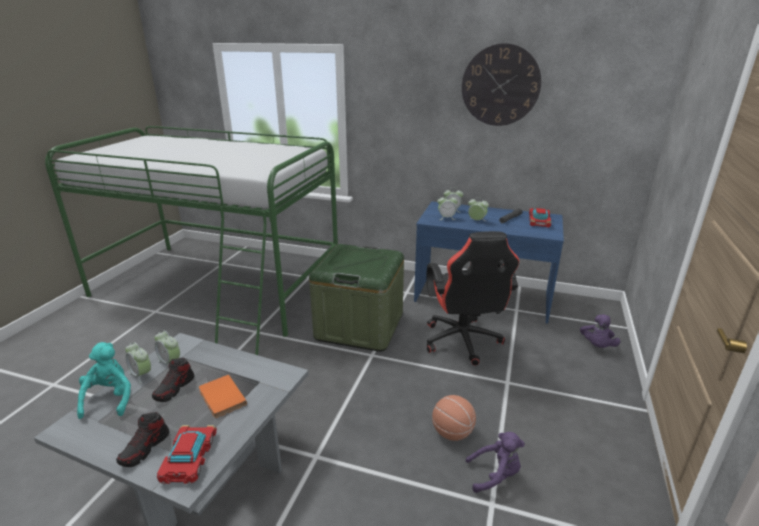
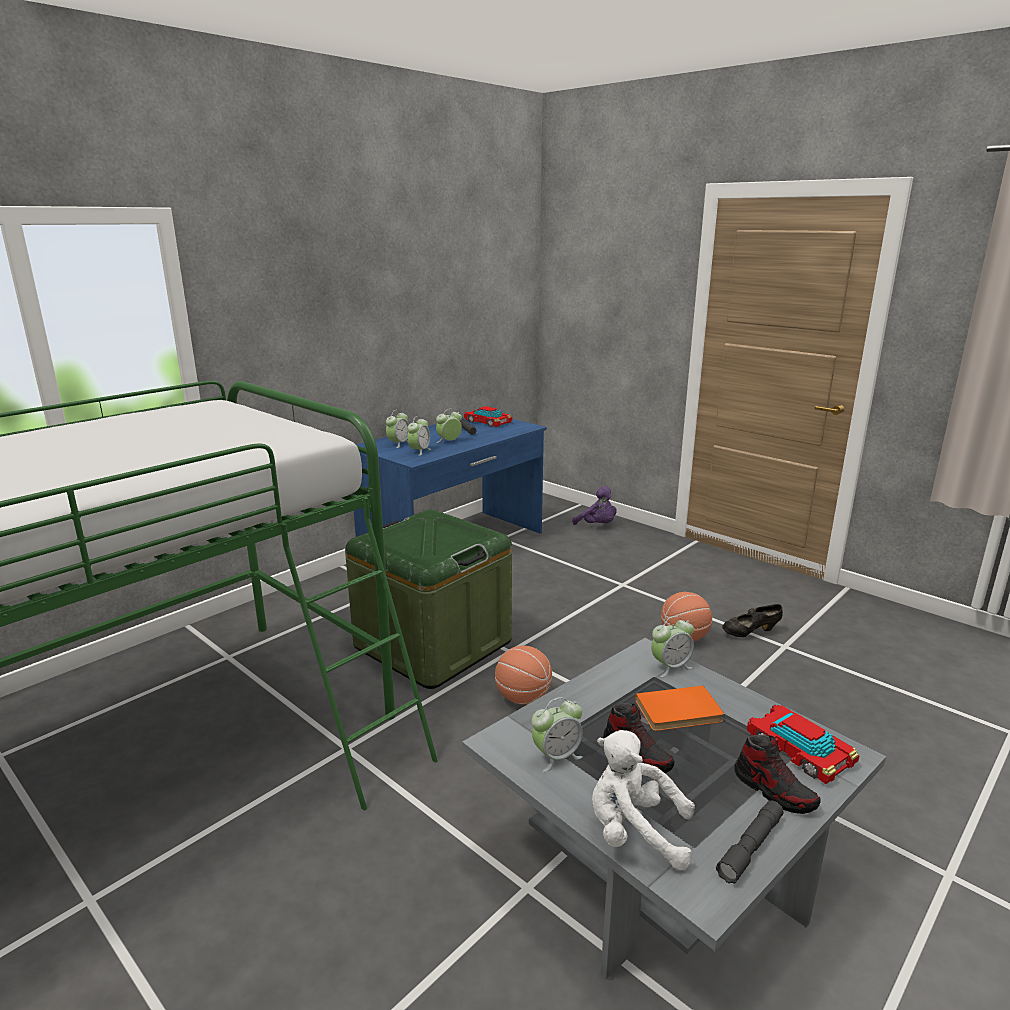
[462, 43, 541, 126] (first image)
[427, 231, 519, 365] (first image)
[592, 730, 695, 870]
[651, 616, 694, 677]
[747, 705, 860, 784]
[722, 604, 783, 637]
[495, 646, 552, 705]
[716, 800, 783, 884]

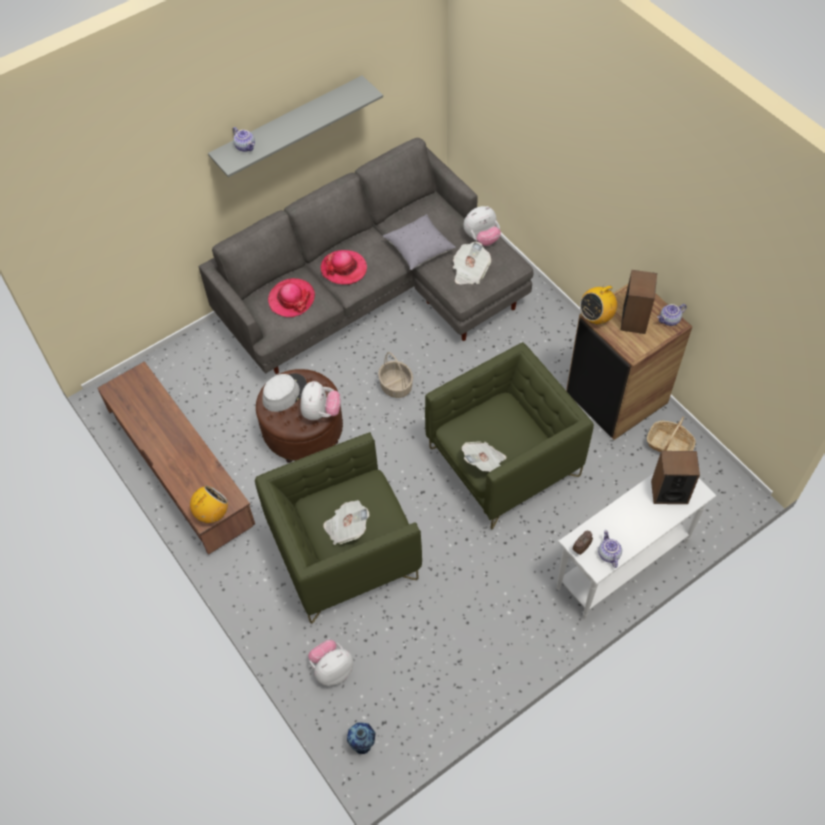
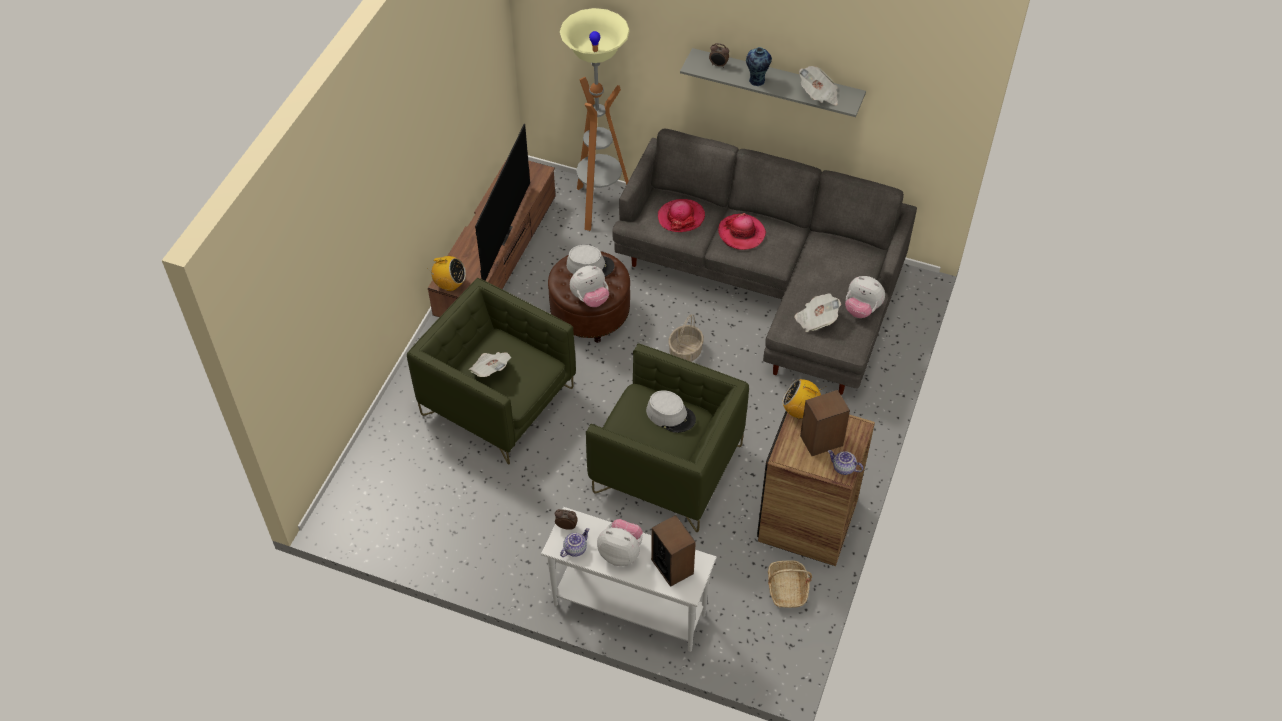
[709, 43, 729, 68]
[383, 214, 456, 270] (first image)
[799, 66, 838, 105]
[597, 519, 643, 566]
[746, 47, 772, 86]
[560, 8, 630, 231]
[475, 124, 530, 281]
[646, 390, 696, 433]

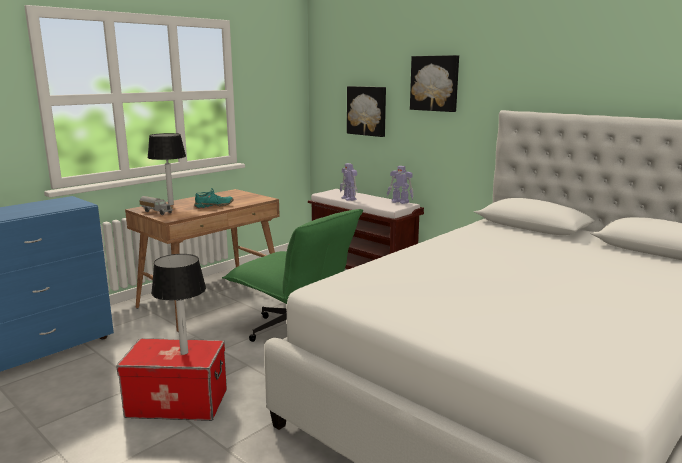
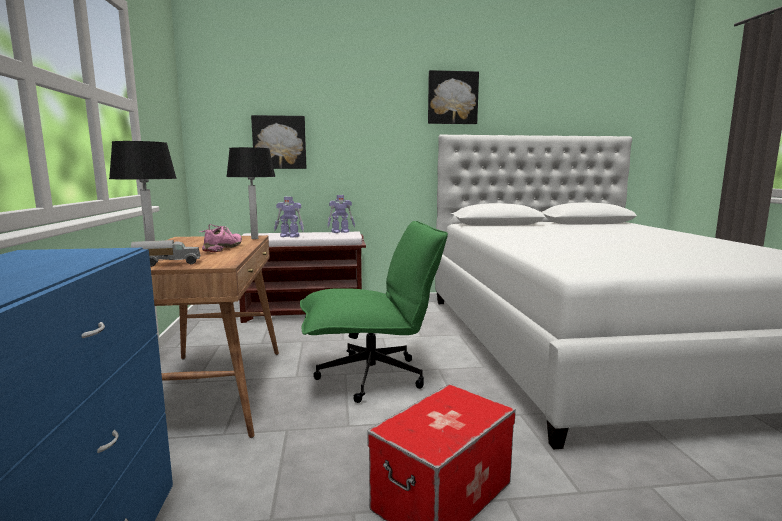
[428, 70, 479, 124]
[200, 224, 242, 252]
[226, 147, 276, 239]

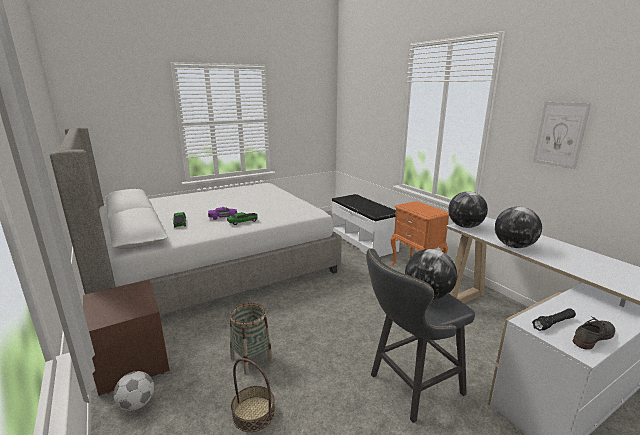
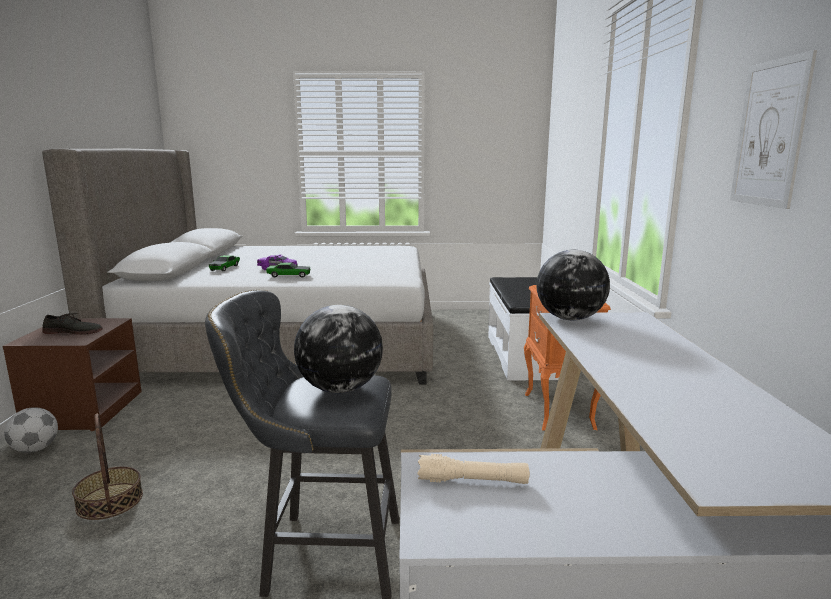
[495, 207, 542, 248] (first image)
[230, 303, 273, 374] (first image)
[417, 454, 530, 484]
[42, 313, 103, 335]

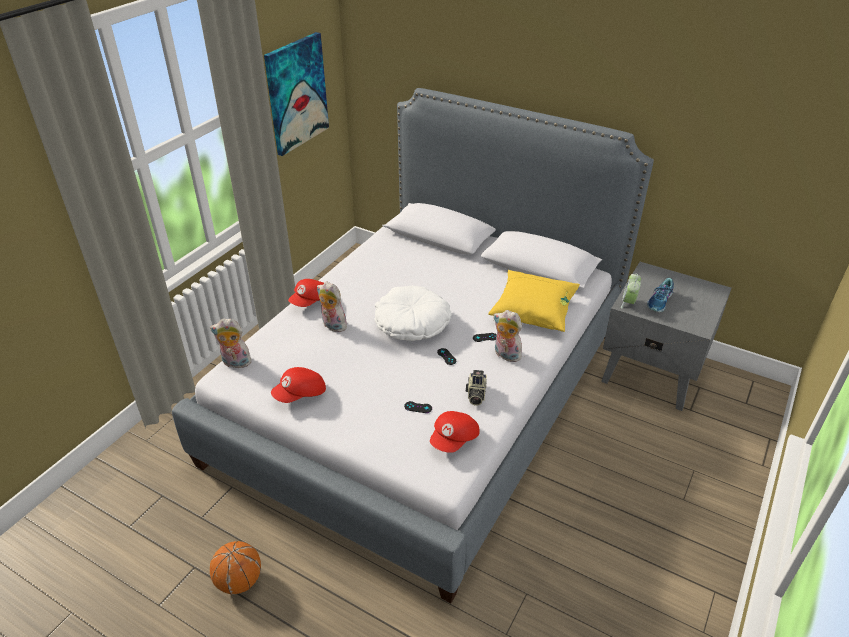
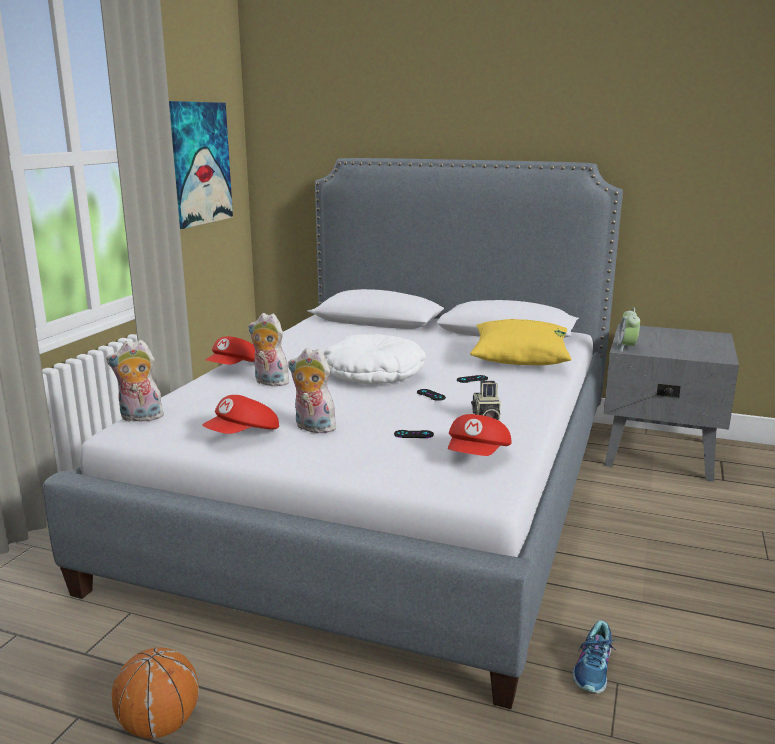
[573, 620, 616, 693]
[288, 348, 338, 433]

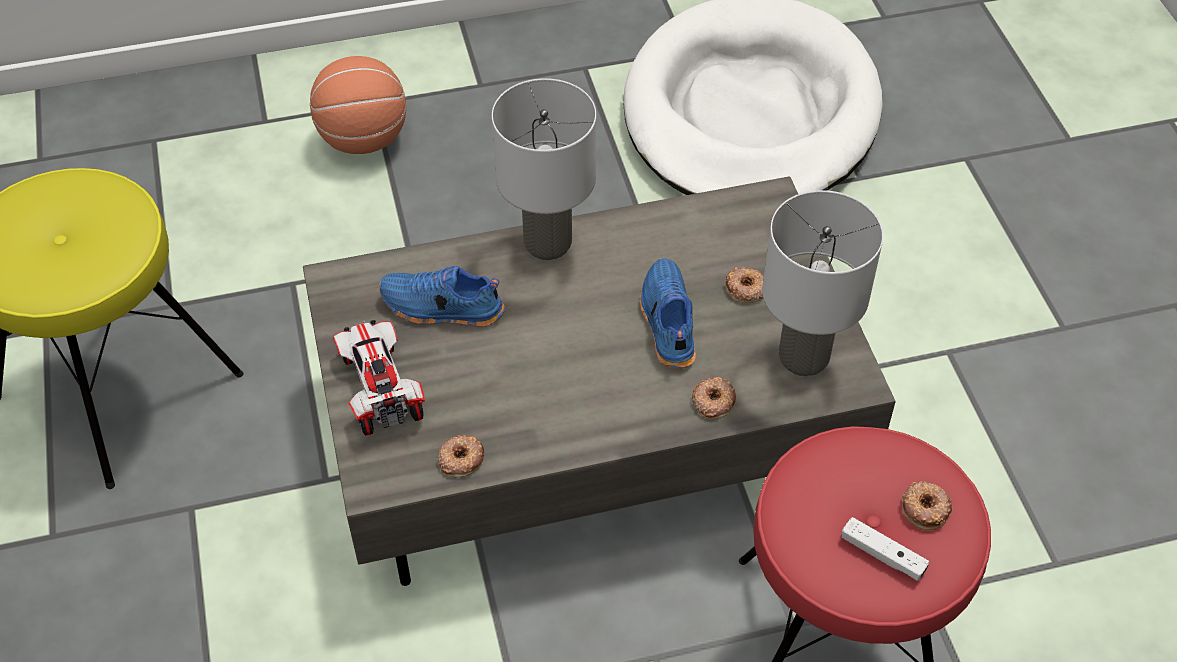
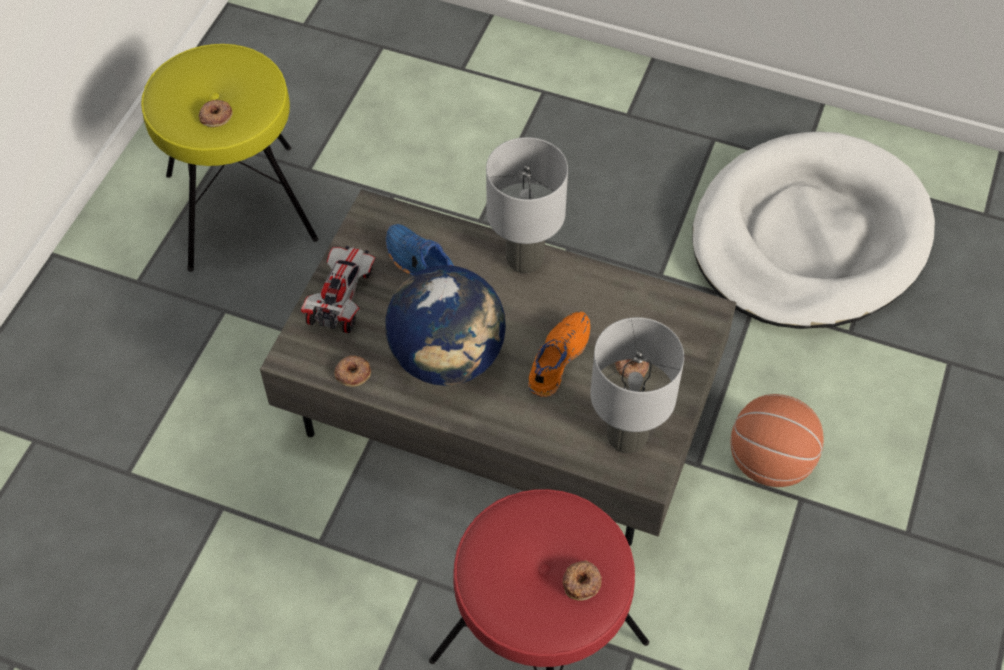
[730, 394, 824, 487]
[528, 311, 590, 397]
[199, 100, 233, 127]
[841, 517, 929, 581] (first image)
[385, 265, 506, 386]

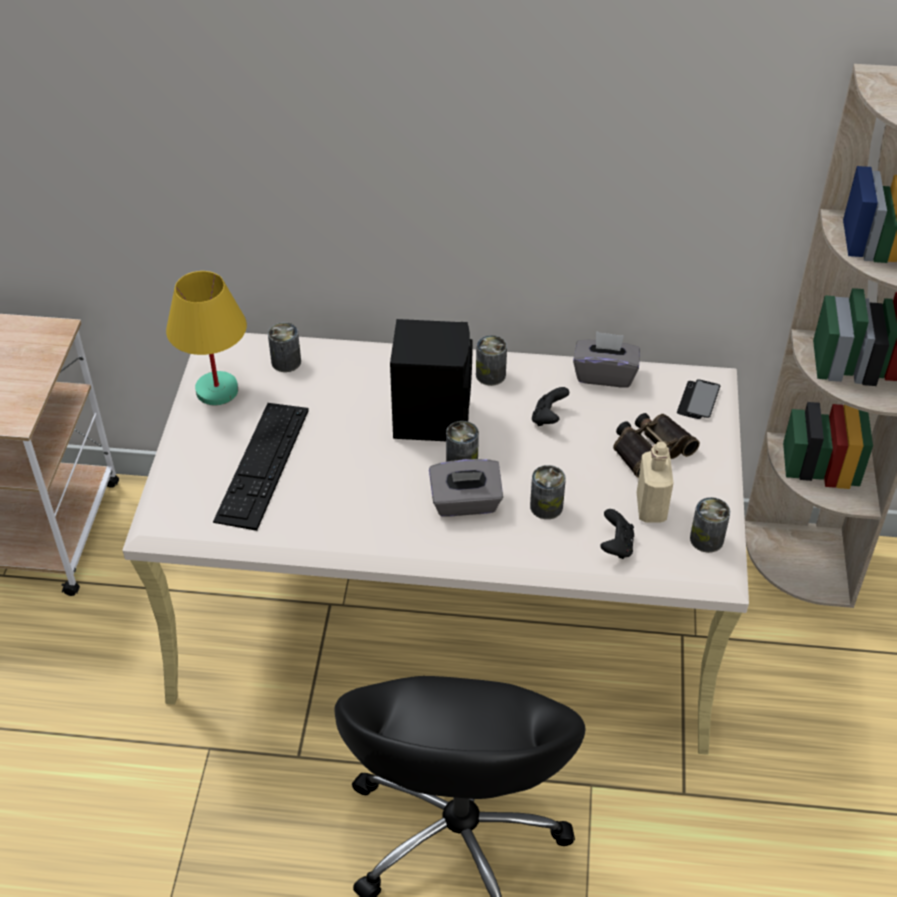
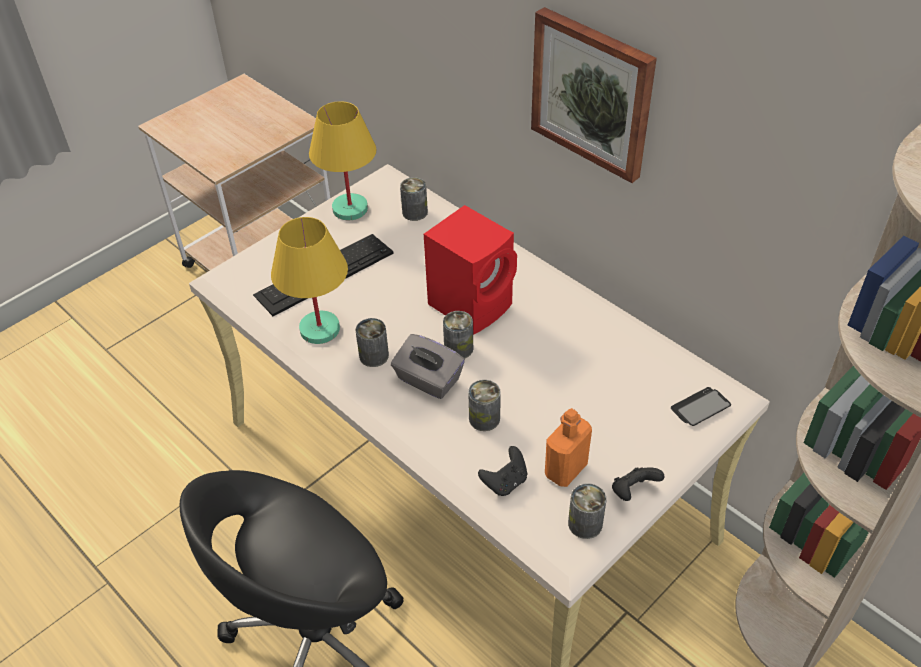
[424, 205, 517, 334]
[573, 331, 640, 388] (first image)
[356, 318, 389, 367]
[612, 467, 665, 501]
[613, 413, 700, 478] (first image)
[545, 408, 592, 487]
[531, 7, 657, 183]
[271, 217, 348, 344]

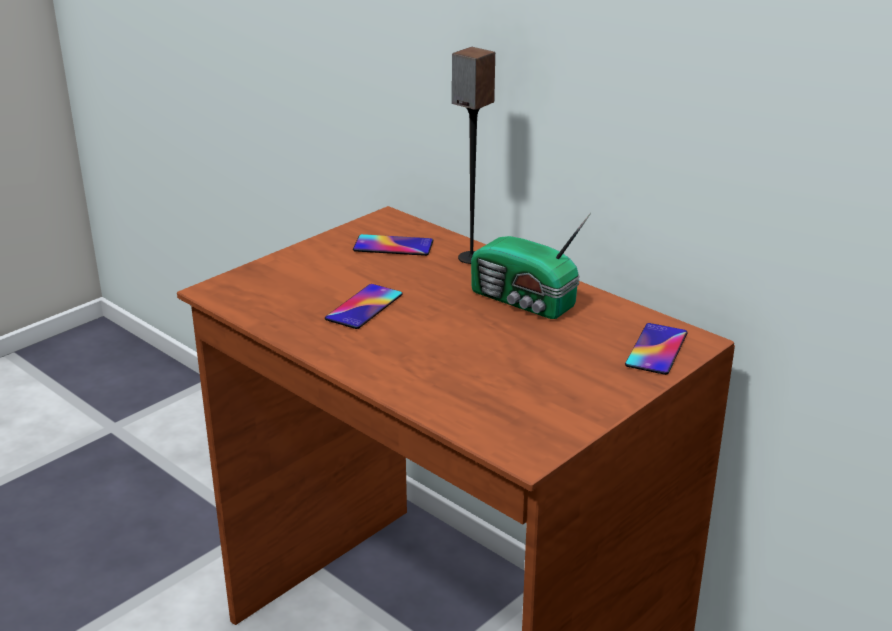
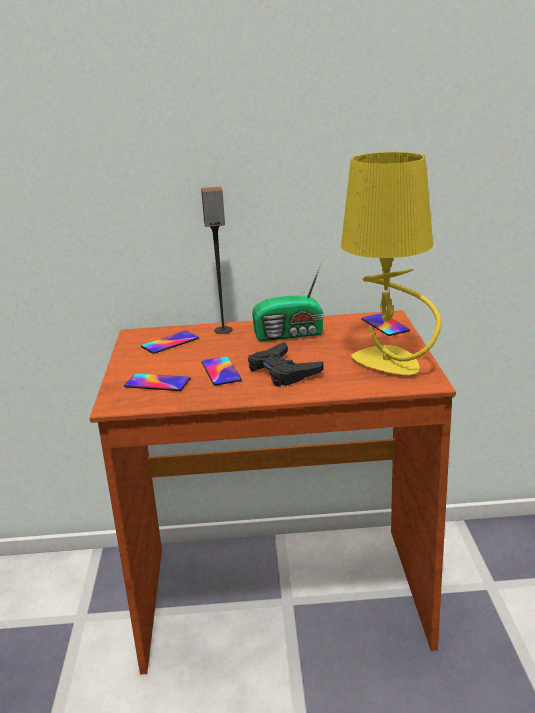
[341, 152, 441, 375]
[248, 342, 323, 387]
[124, 373, 191, 391]

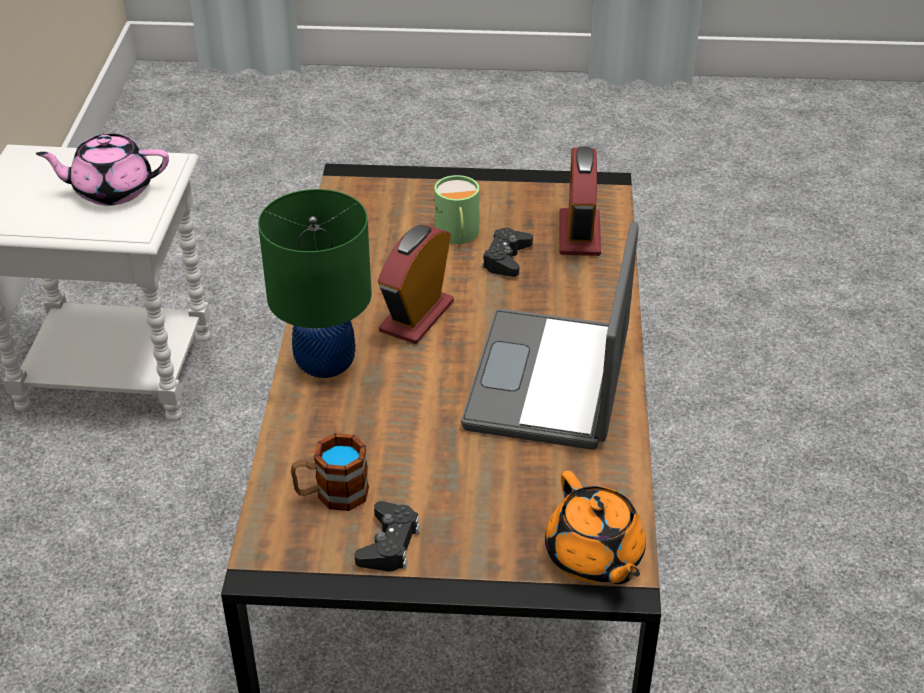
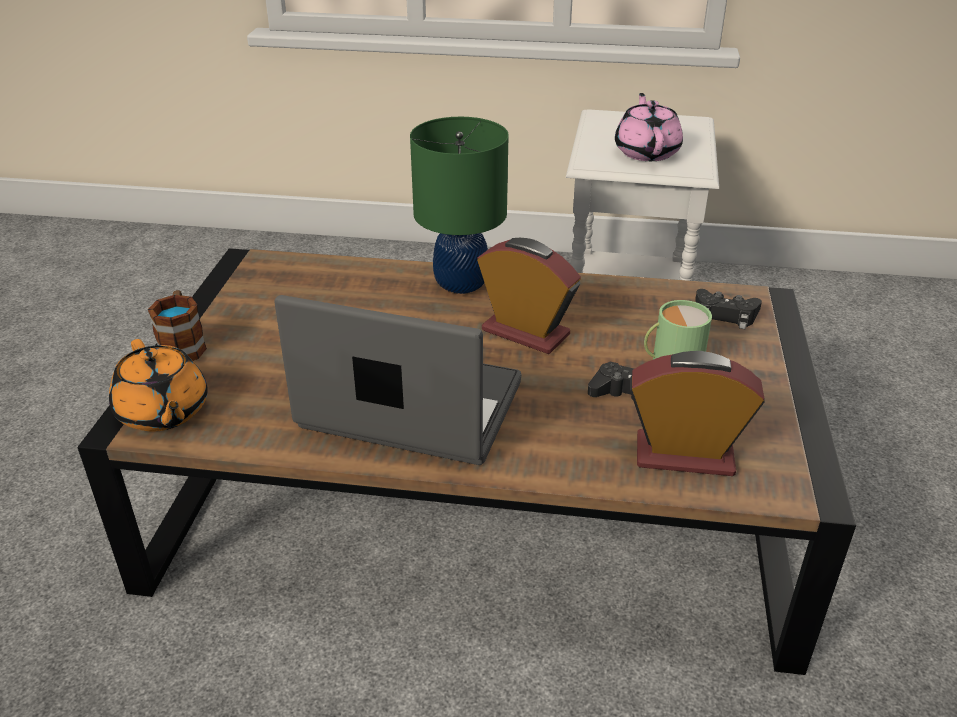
[148, 290, 207, 361]
[109, 339, 208, 432]
[696, 289, 762, 329]

